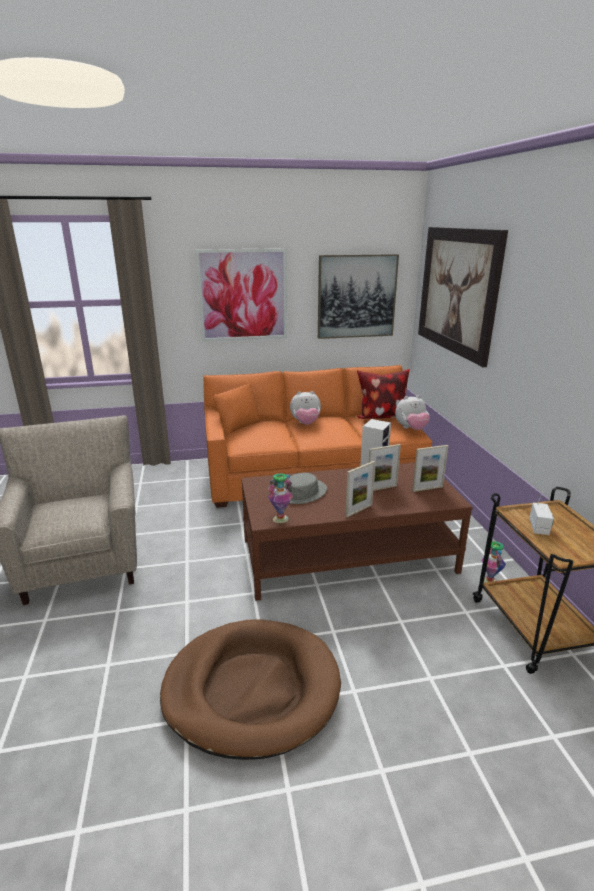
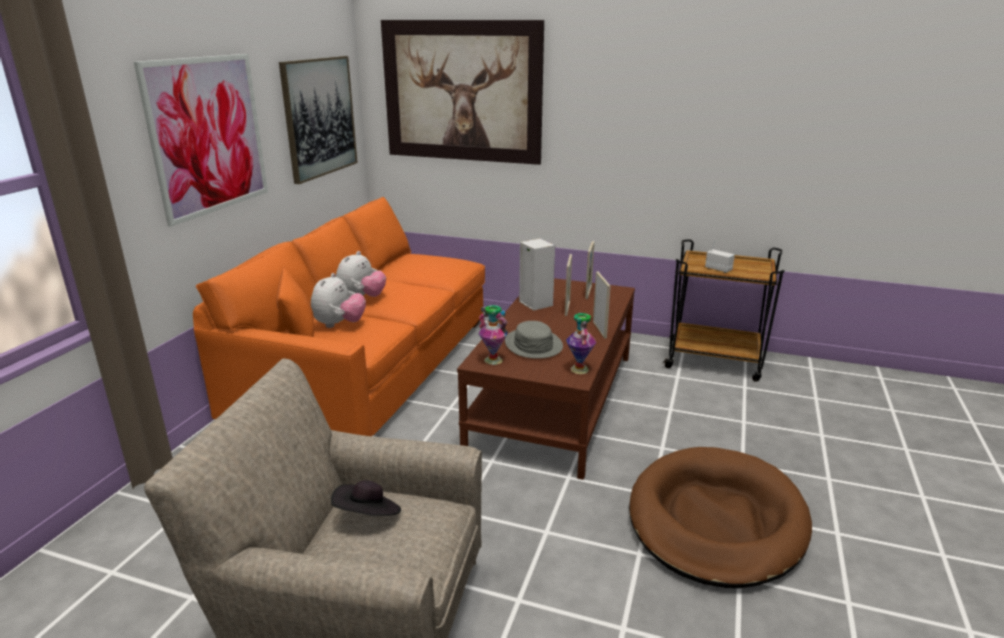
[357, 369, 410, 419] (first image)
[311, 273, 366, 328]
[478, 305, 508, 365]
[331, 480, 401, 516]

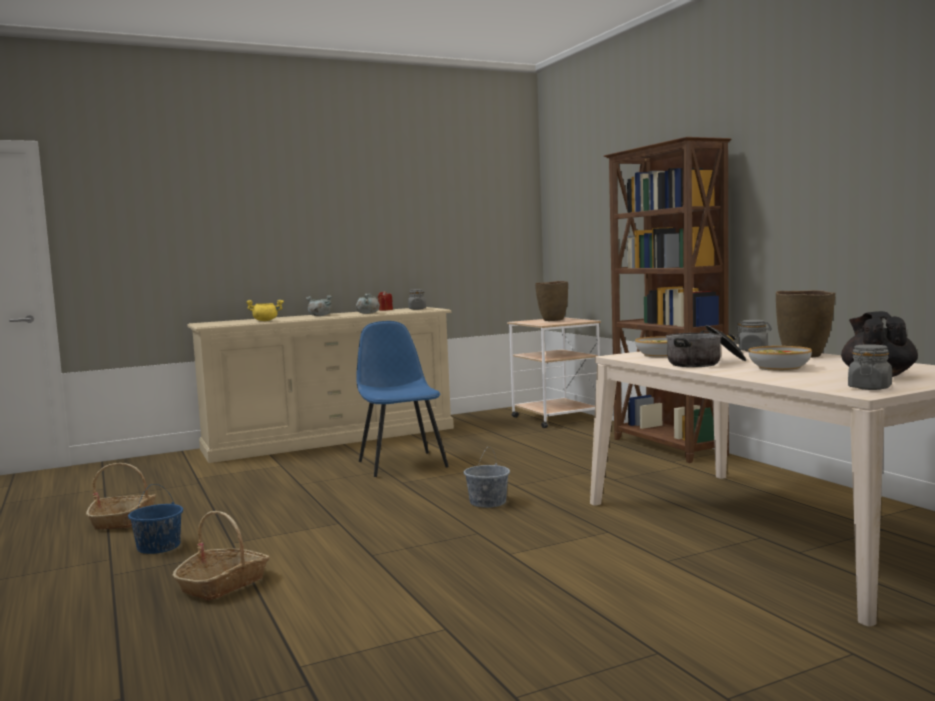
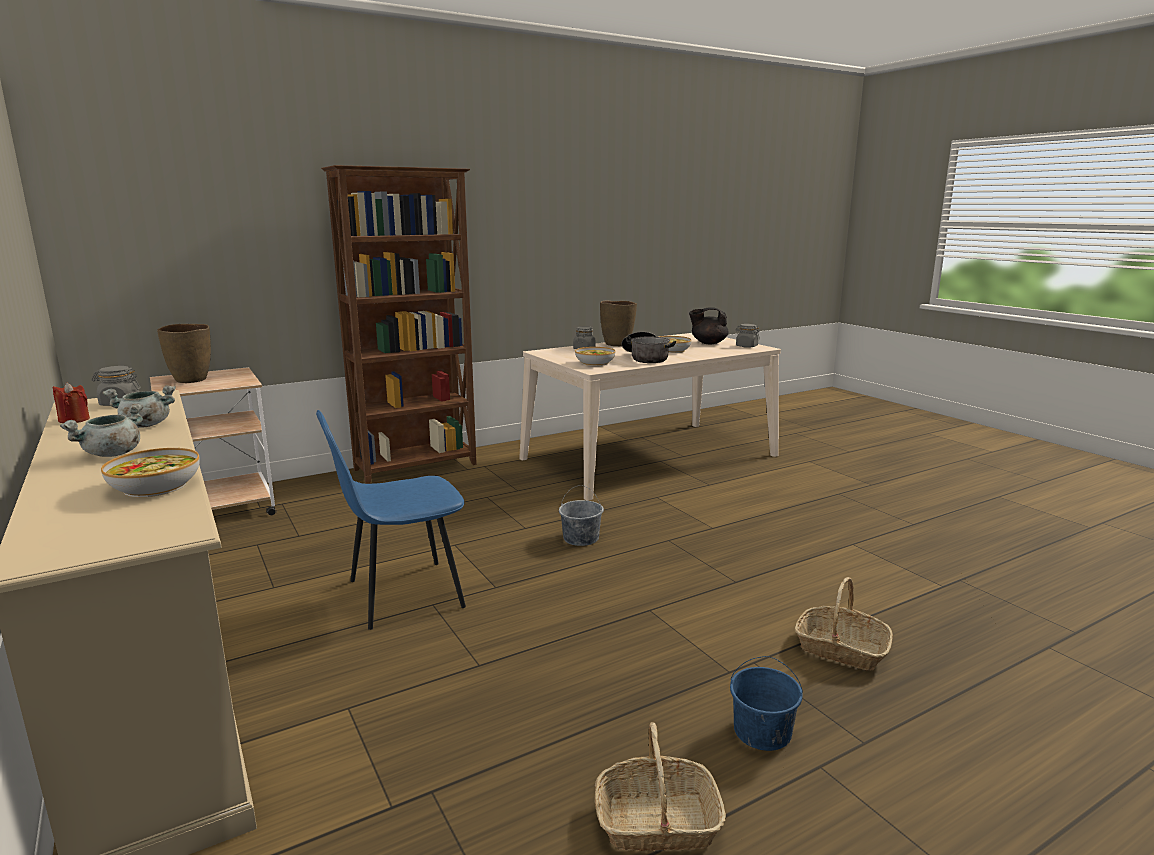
[101, 448, 200, 497]

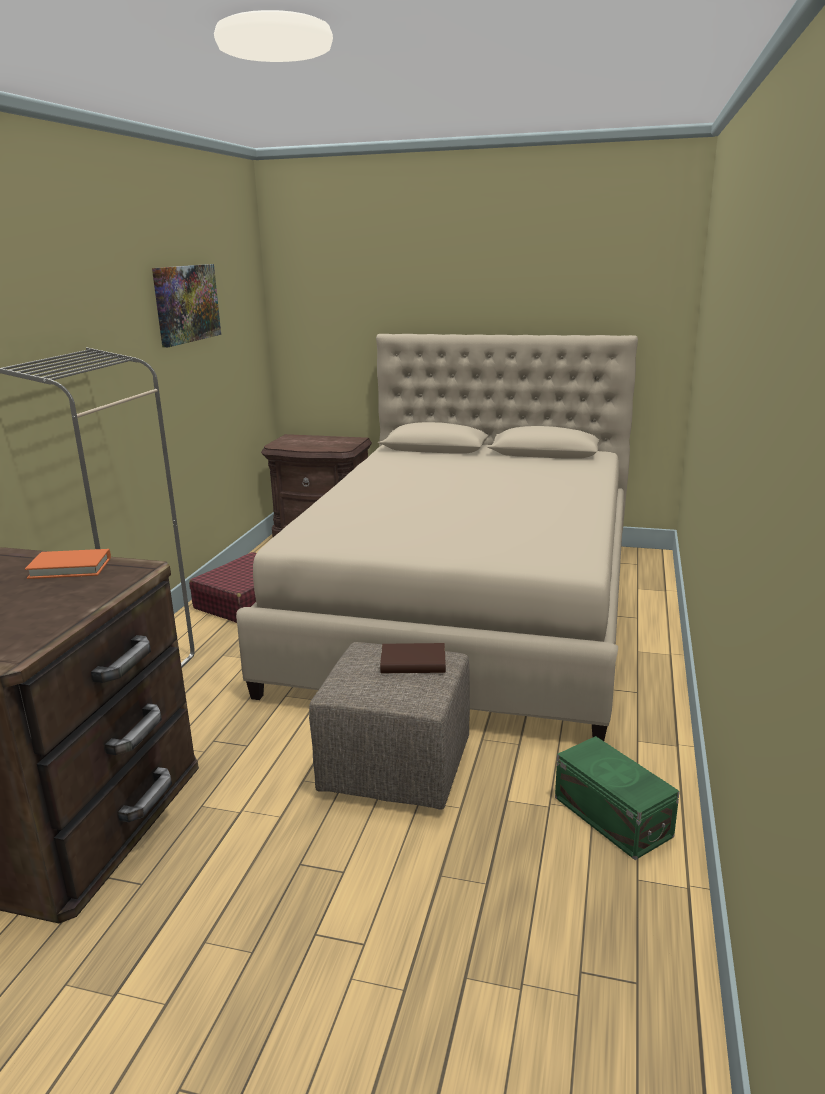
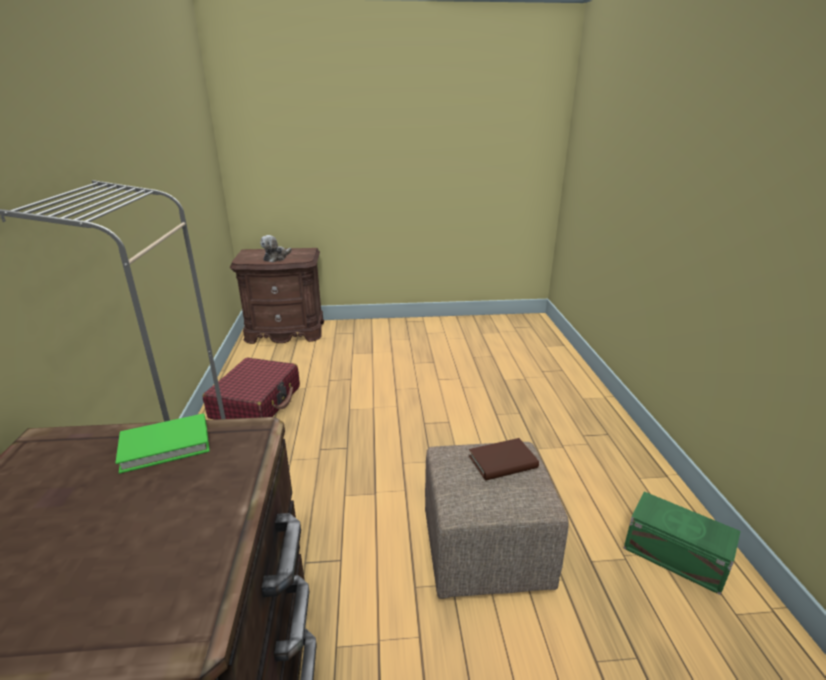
[152, 264, 221, 347] (first image)
[236, 334, 638, 741] (first image)
[115, 413, 210, 474]
[260, 235, 292, 262]

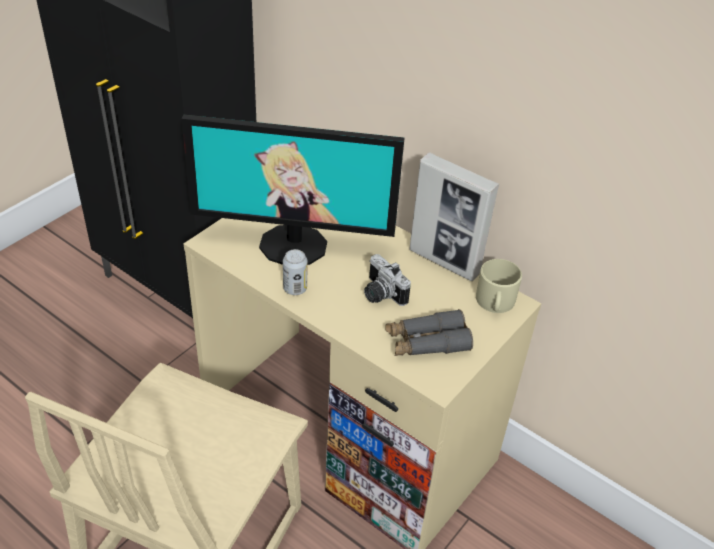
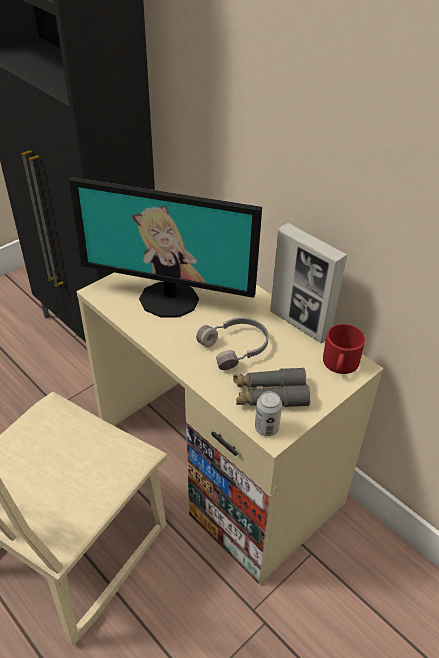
[255, 391, 282, 436]
[196, 318, 269, 370]
[323, 324, 365, 374]

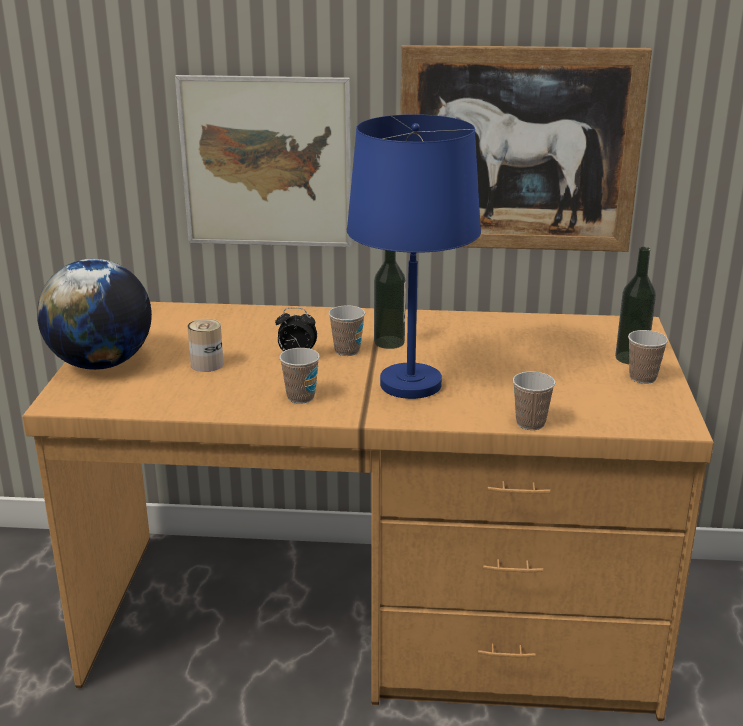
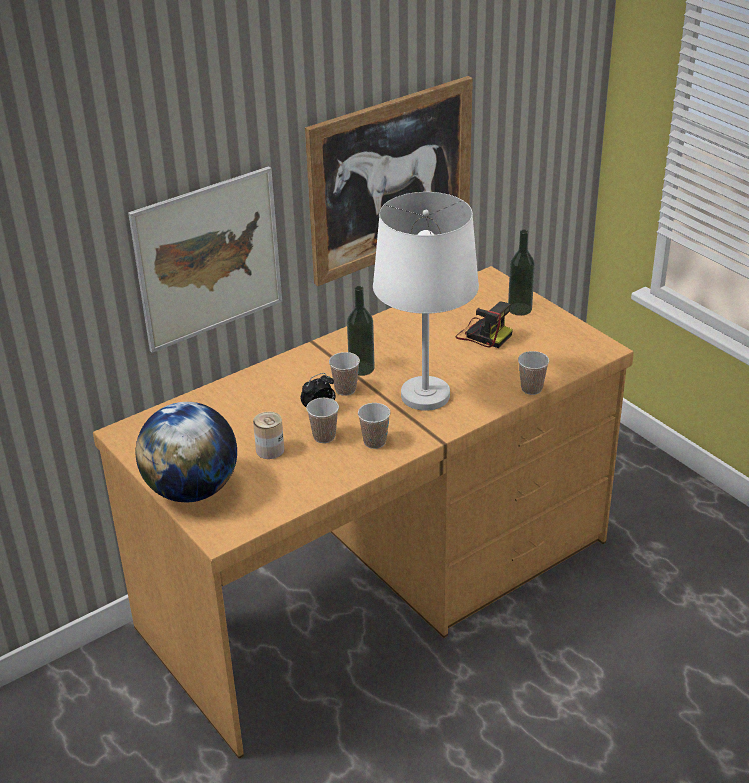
[373, 192, 479, 411]
[306, 398, 339, 443]
[456, 301, 513, 348]

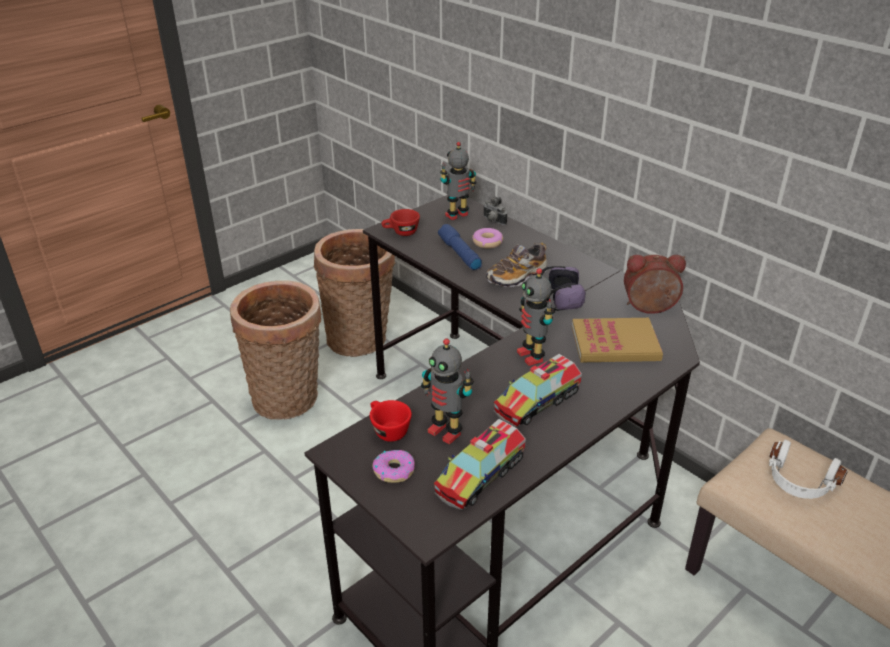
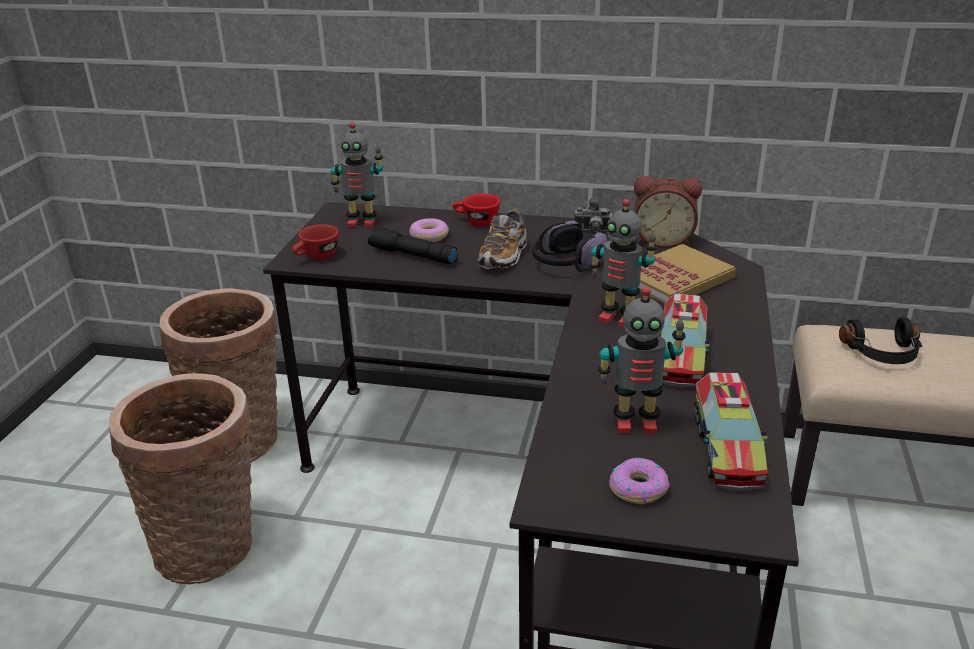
[330, 122, 383, 228]
[574, 197, 612, 232]
[368, 227, 458, 264]
[634, 176, 702, 248]
[453, 194, 500, 226]
[839, 317, 922, 364]

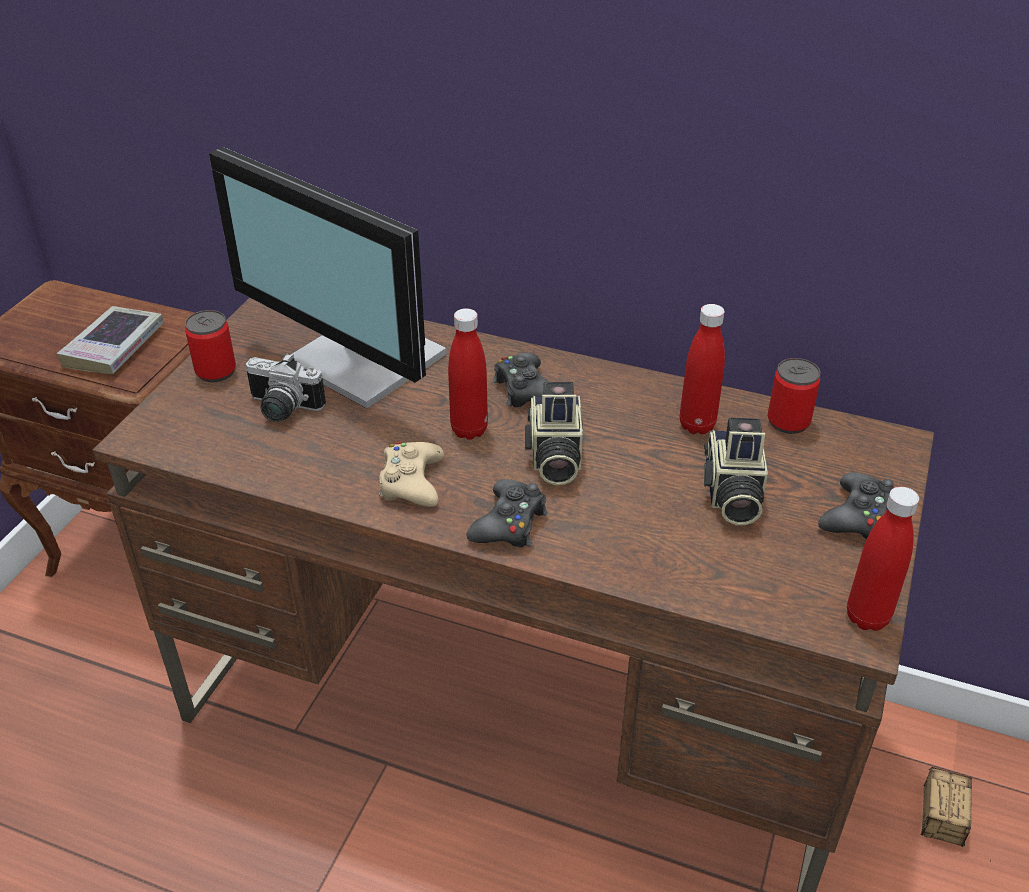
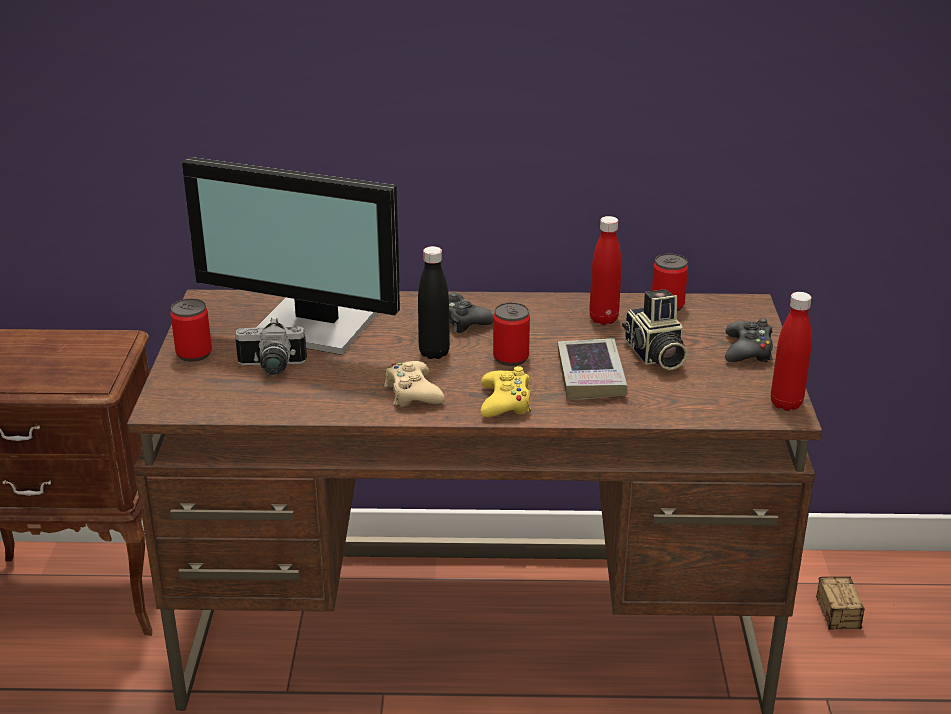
[557, 338, 628, 400]
[418, 246, 450, 359]
[493, 302, 530, 366]
[480, 366, 531, 417]

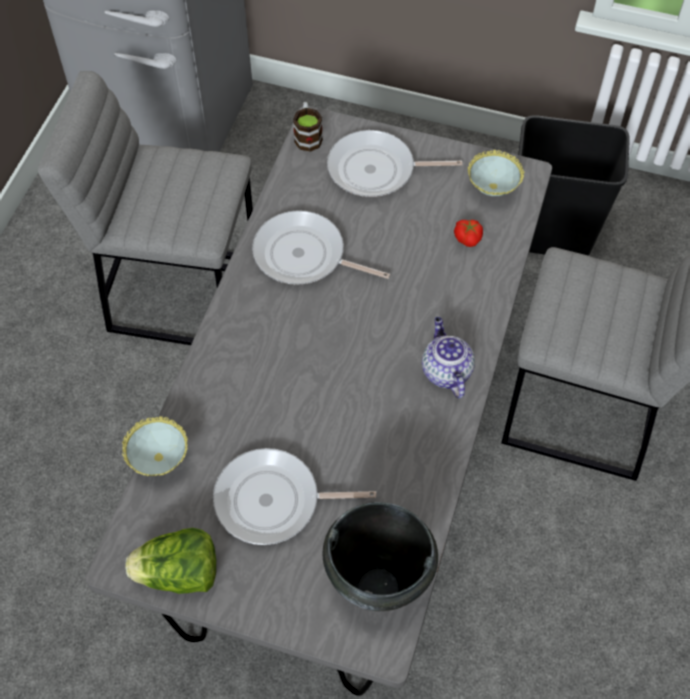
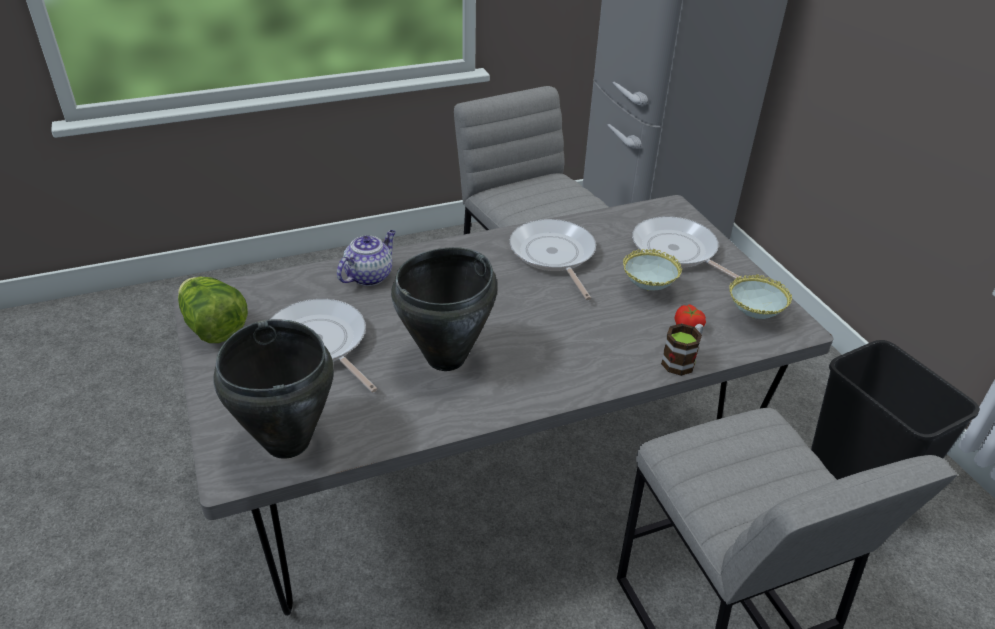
[661, 323, 703, 376]
[337, 230, 396, 286]
[623, 249, 682, 291]
[391, 247, 497, 371]

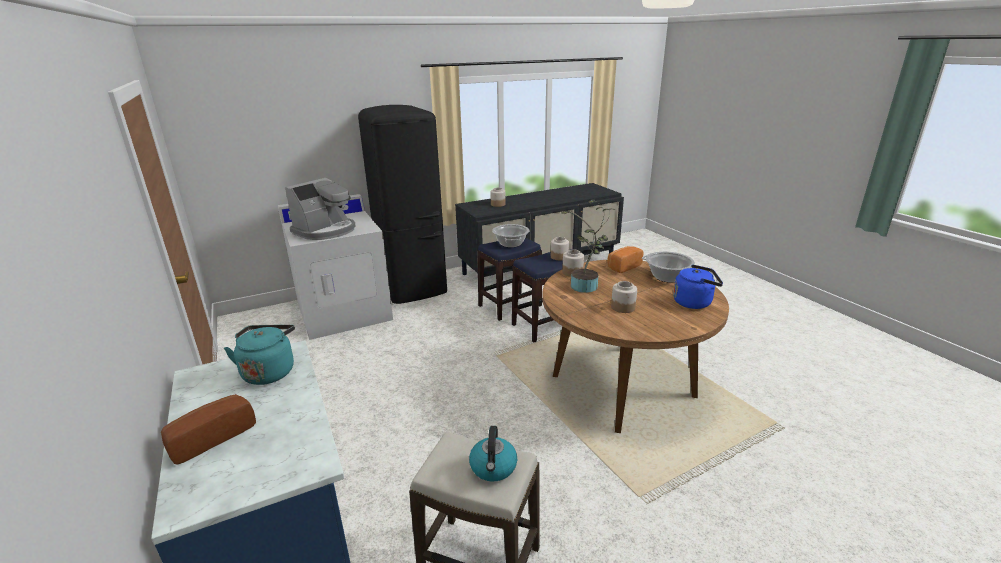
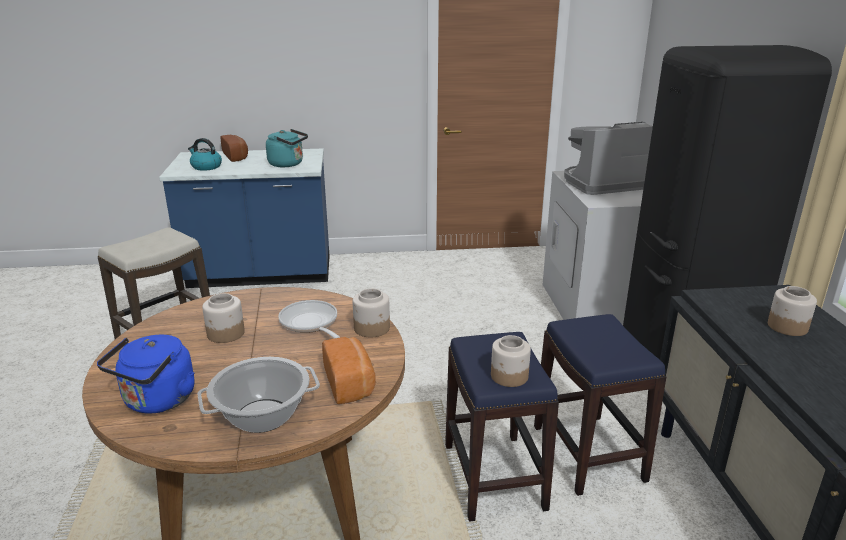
[564, 122, 653, 195]
[278, 300, 340, 338]
[492, 224, 529, 248] (first image)
[188, 138, 222, 171]

